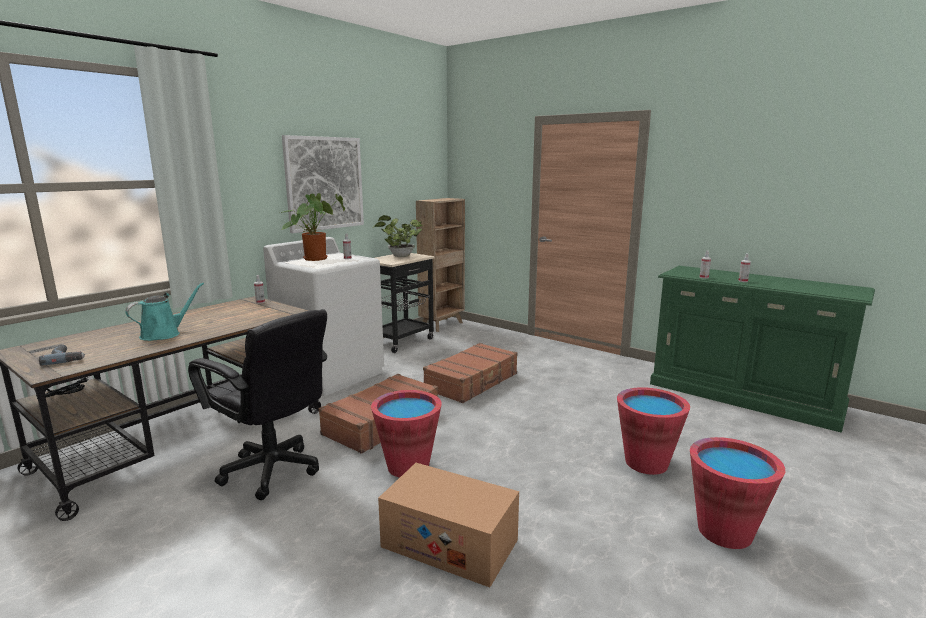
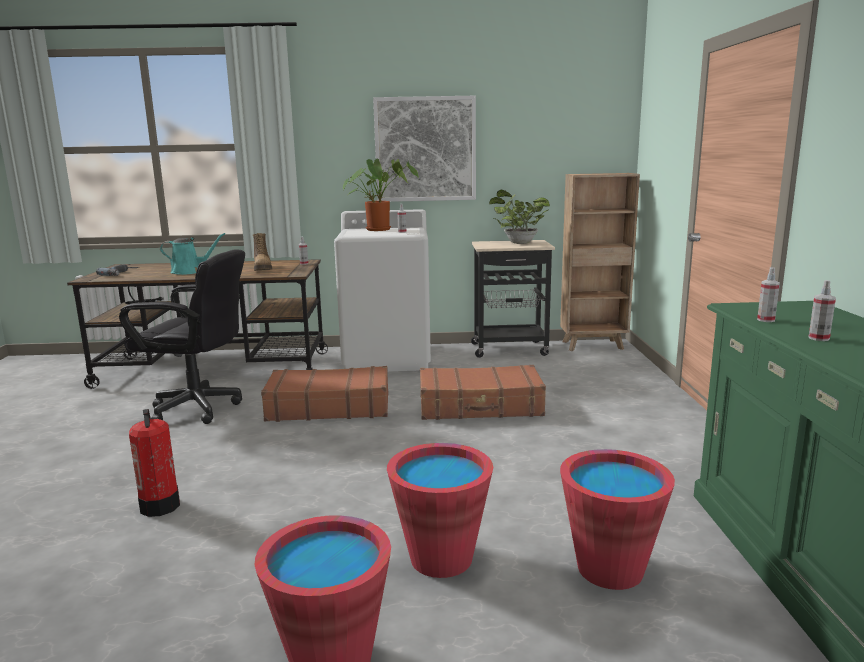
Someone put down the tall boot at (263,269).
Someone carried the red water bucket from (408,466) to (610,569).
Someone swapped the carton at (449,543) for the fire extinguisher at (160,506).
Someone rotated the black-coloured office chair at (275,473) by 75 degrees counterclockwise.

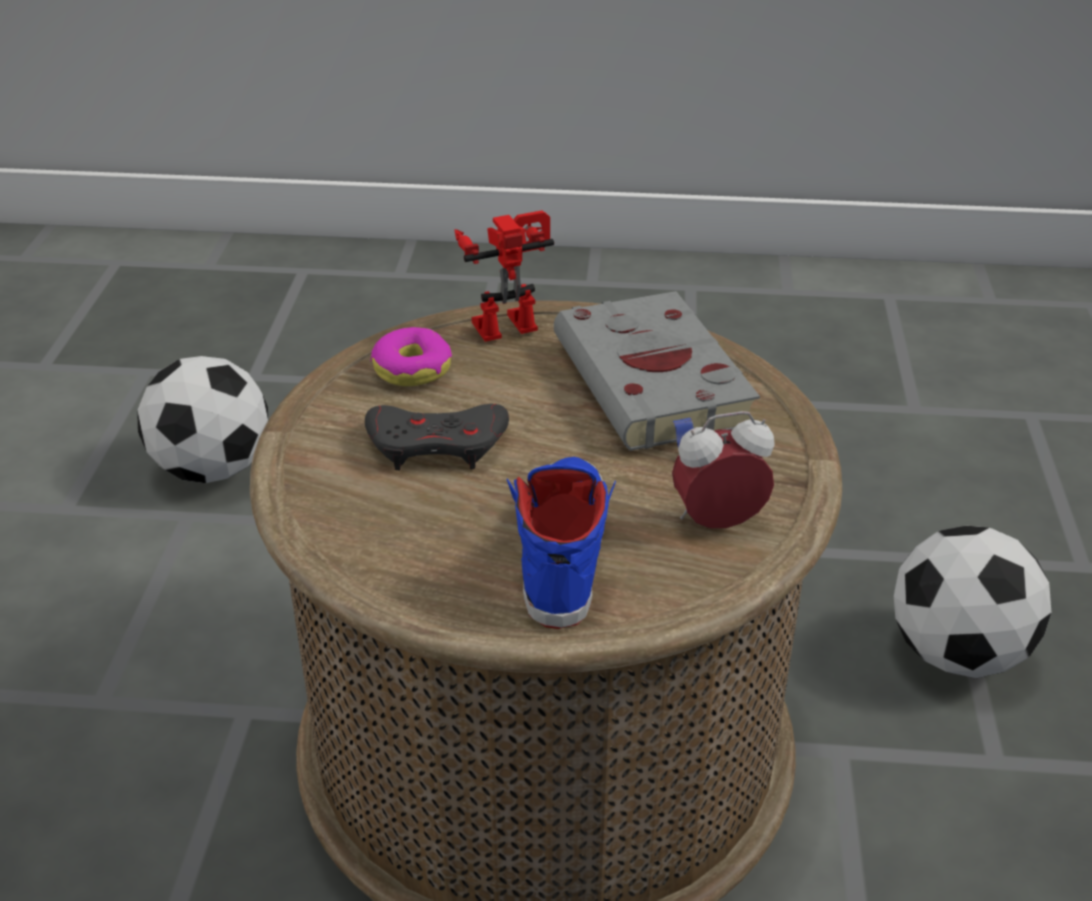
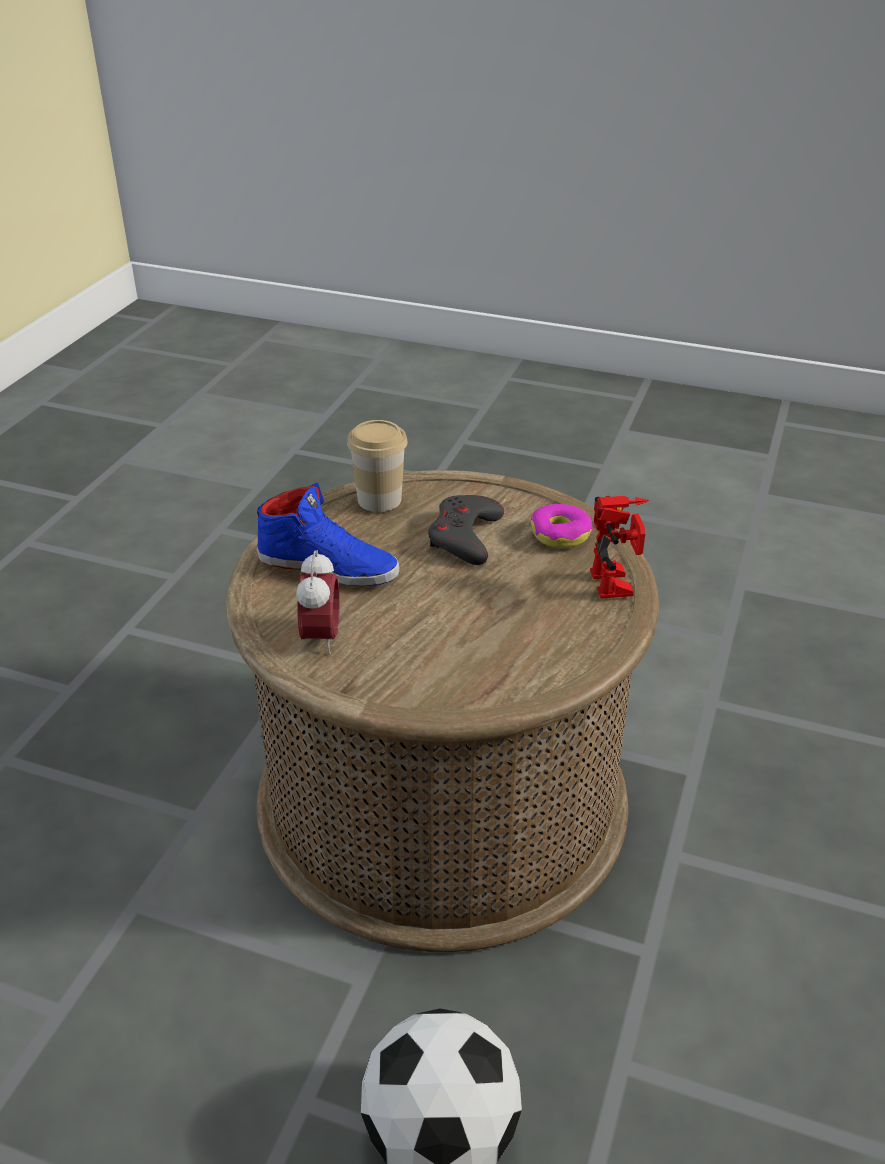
Someone took away the football at (213,469).
Someone took away the gray volume at (655,386).
Someone put down the cup at (379,500).

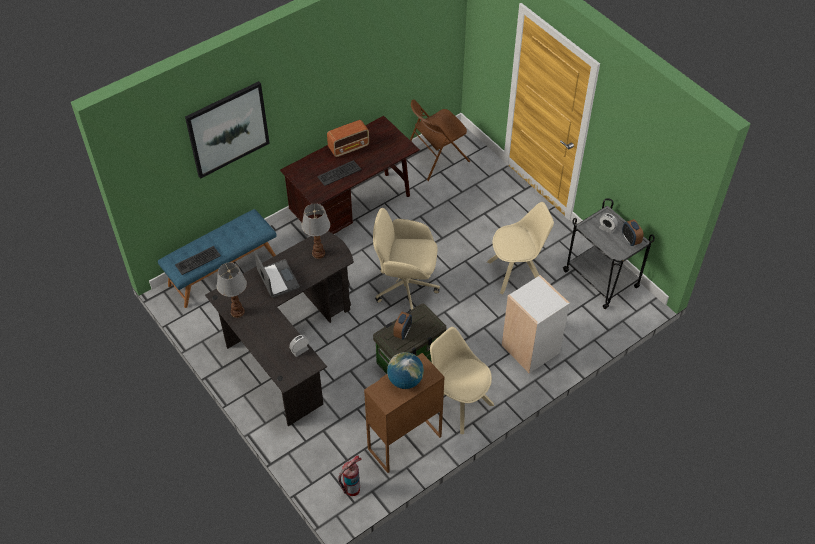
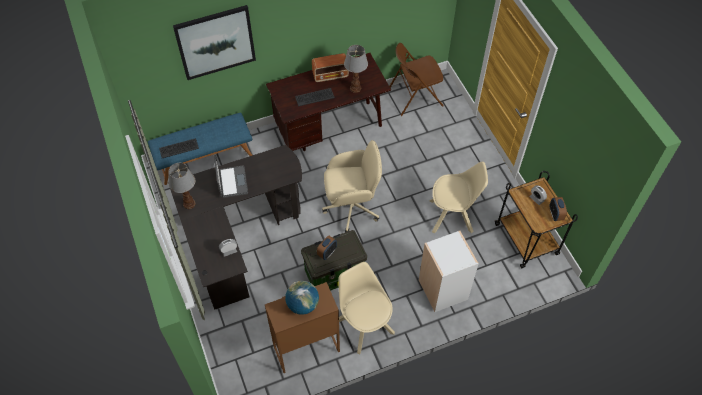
Someone took away the fire extinguisher at (351,489).
Someone carried the table lamp from (319,253) to (356,88).
Someone repainted the gray cart at (601,280), which became the brownish cart at (526,240).
Someone rotated the sand-coloured office chair at (405,288) by 150 degrees clockwise.

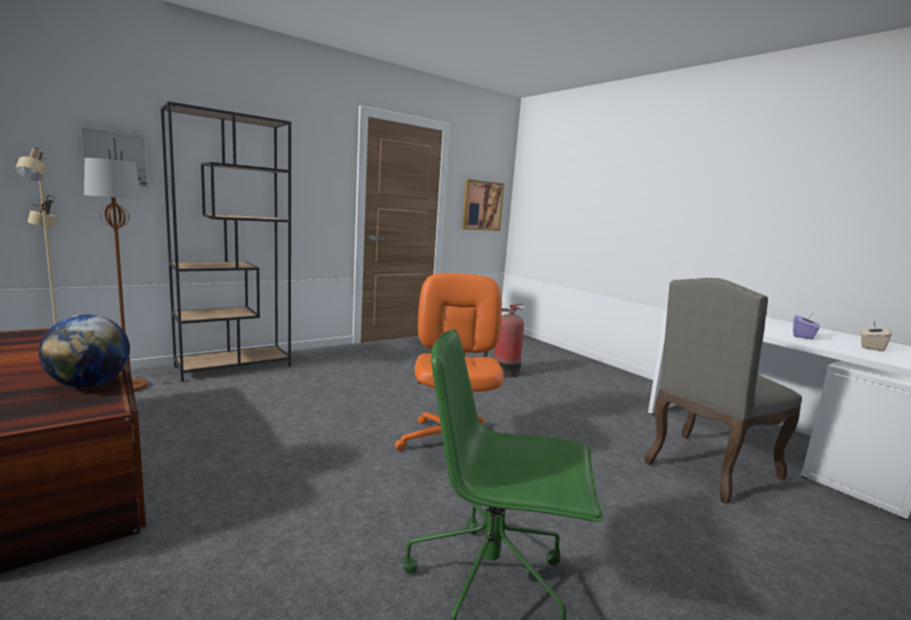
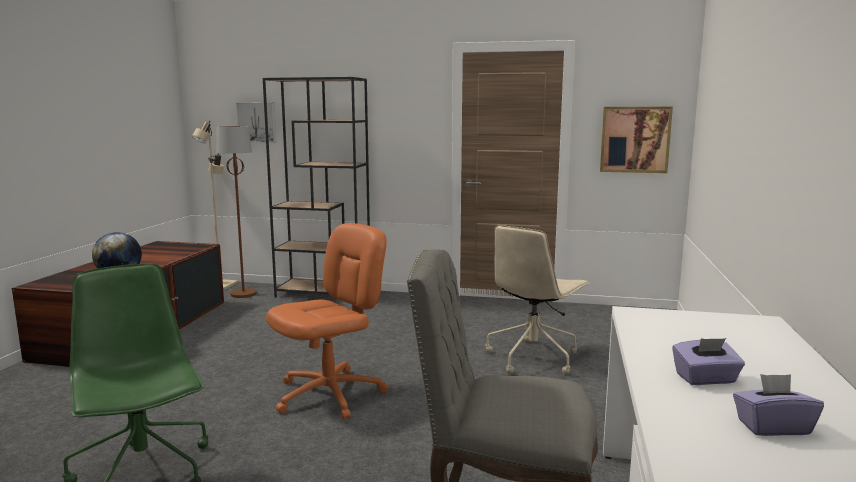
Someone swapped the fire extinguisher at (503,372) for the sand-coloured office chair at (534,357).
Someone repainted the sand-coloured tissue holder at (871,347), which became the purple tissue holder at (773,427).

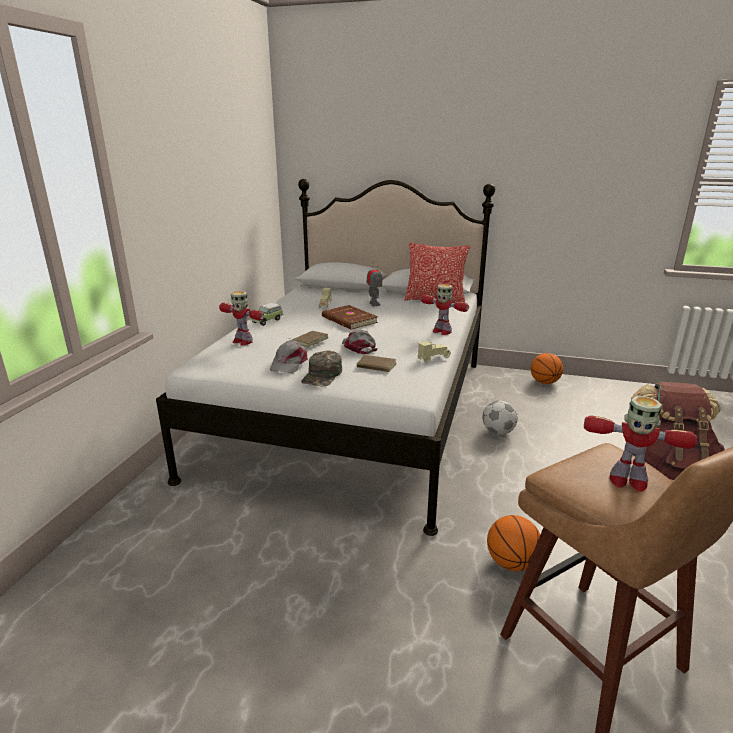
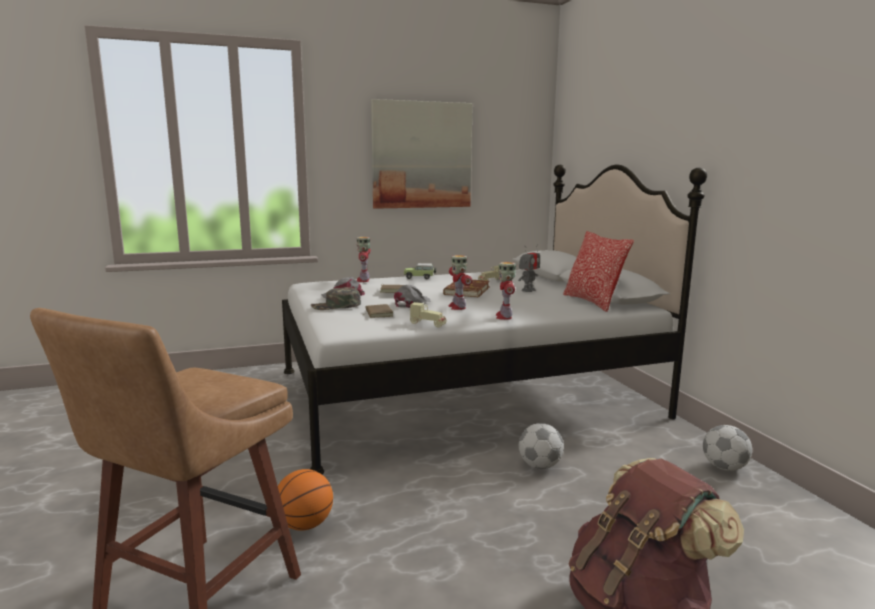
Someone put up the wall art at (422,155).
Someone carried the robot figure from (627,480) to (457,307).
Someone swapped the basketball ball at (544,382) for the football at (724,467).

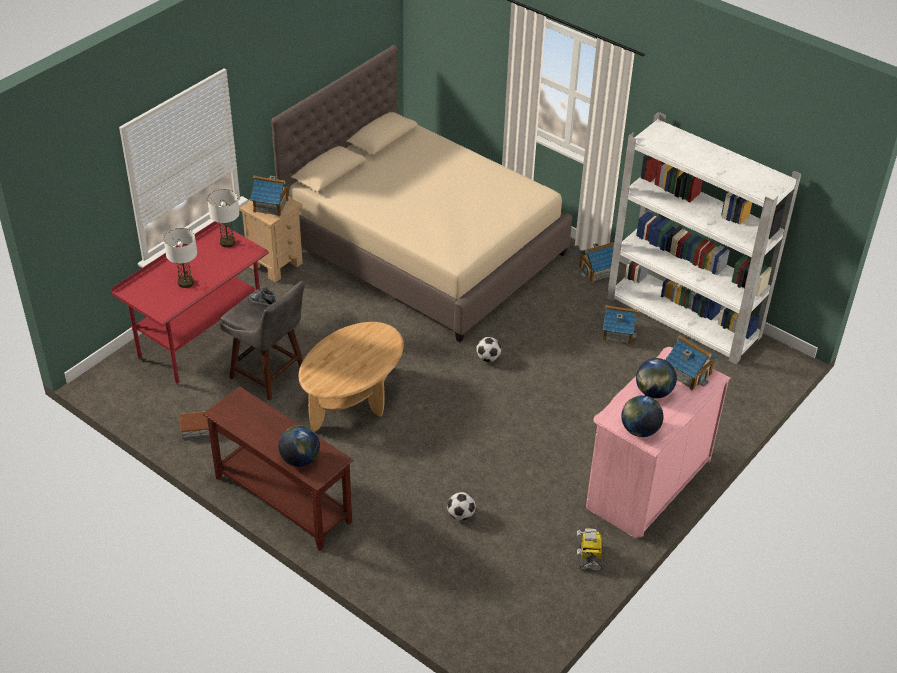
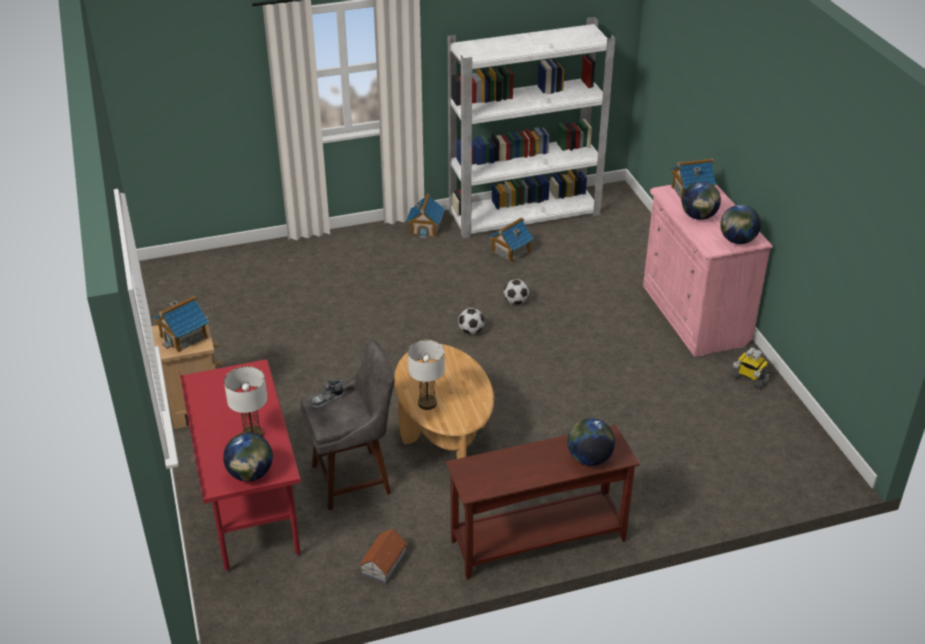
Someone took away the sand-coloured sleeping bed at (423,247).
Someone put down the globe at (250,474).
Someone carried the table lamp from (227,242) to (427,403).
Someone carried the football from (461,515) to (516,302).

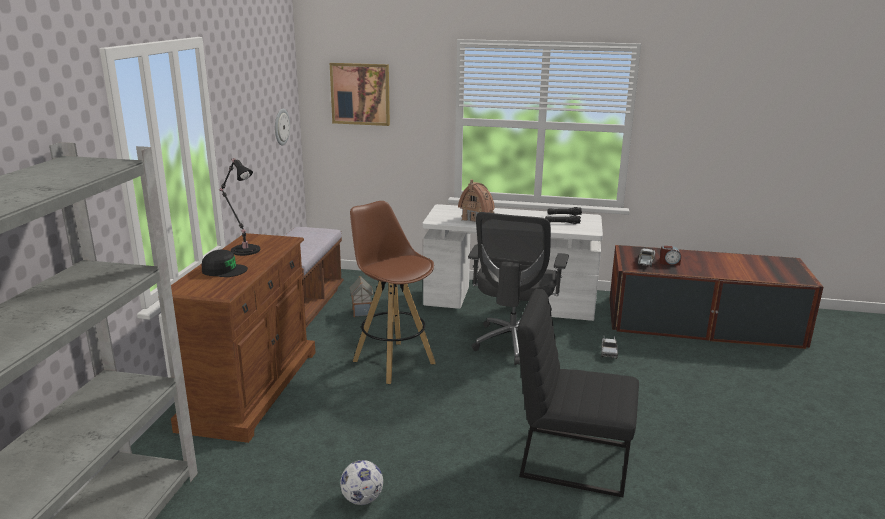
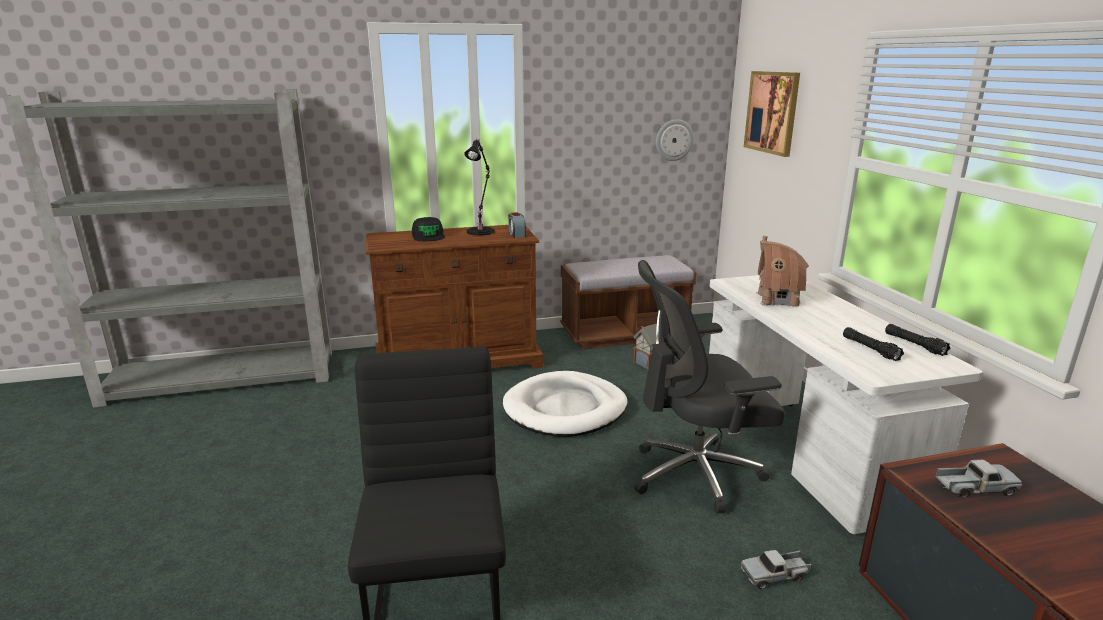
Someone took away the football at (362,499).
Someone carried the table clock from (669,263) to (516,234).
Someone swapped the brownish stool at (393,361) for the white-coloured dog cushion at (565,409).

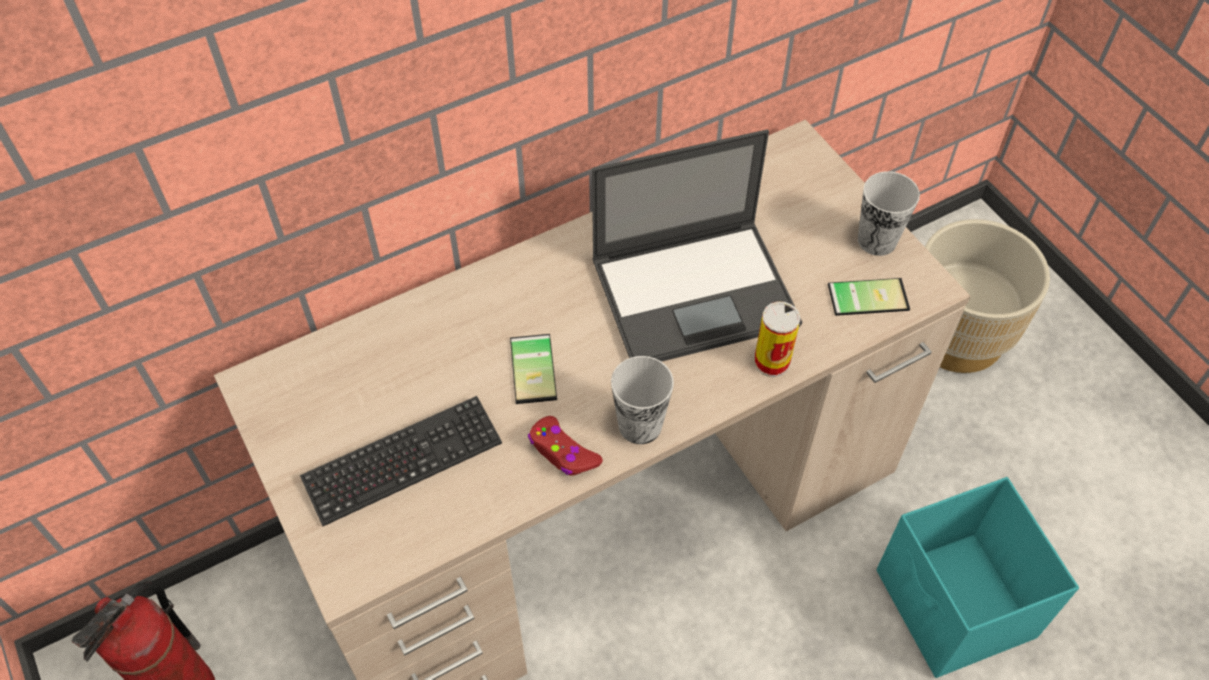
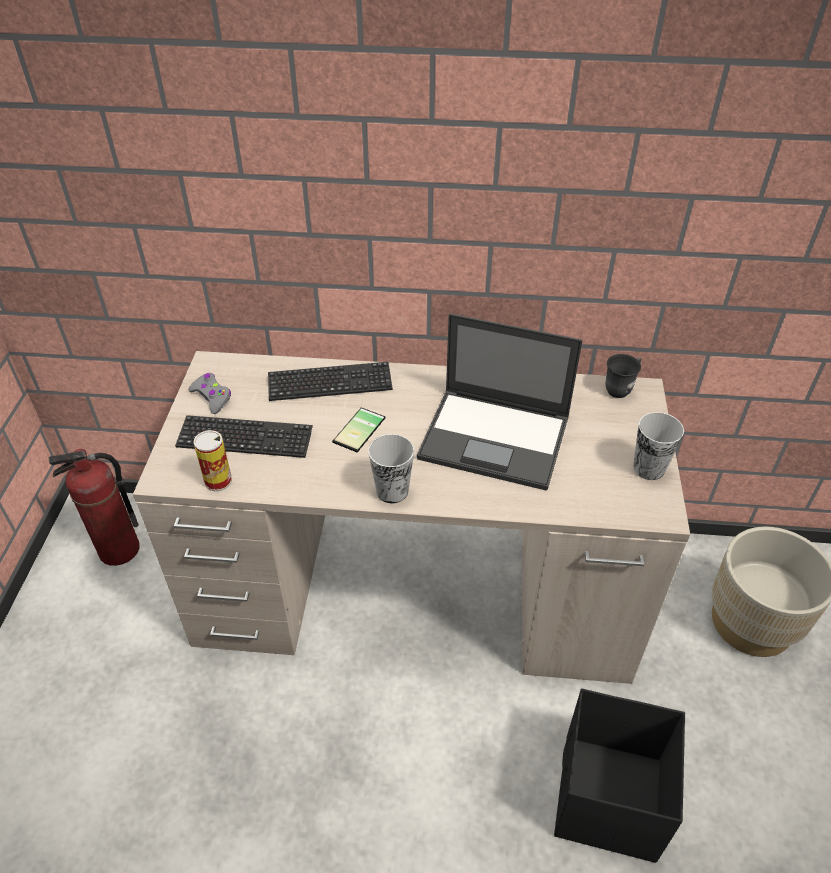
Someone took away the red gamepad at (562,452).
Someone took away the phone at (867,294).
Someone put down the gray gamepad at (212,397).
Someone put down the computer keyboard at (330,383).
Someone put down the gray mug at (621,388).
Someone carried the sealed can from (771,362) to (218,481).
Someone repainted the blue-green storage bin at (954,606), which became the black-coloured storage bin at (607,799).

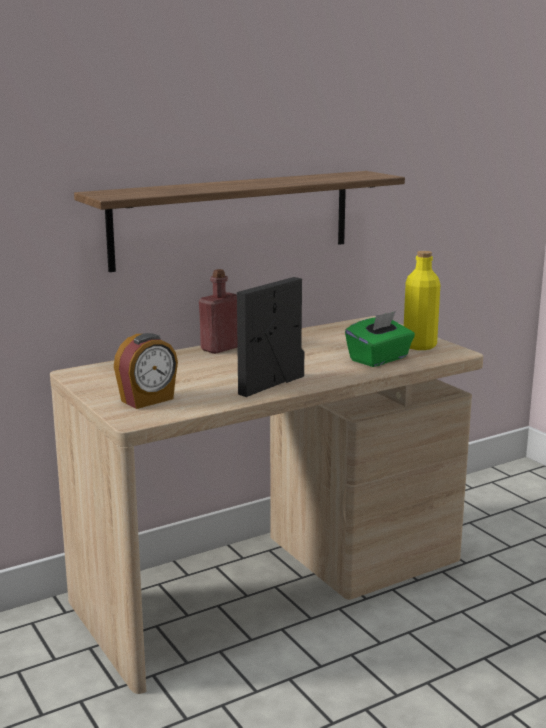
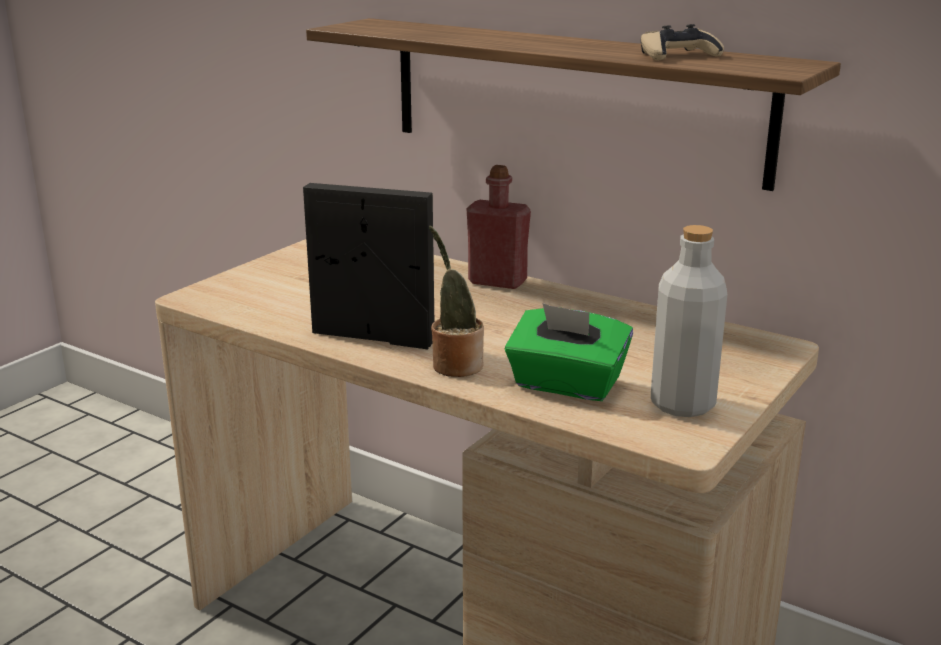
Someone took away the table clock at (148,400).
Someone put down the potted plant at (454,365).
Someone put down the sand-coloured gamepad at (678,55).
Someone repainted the yellowish drink bottle at (419,346), which became the gray drink bottle at (682,404).

